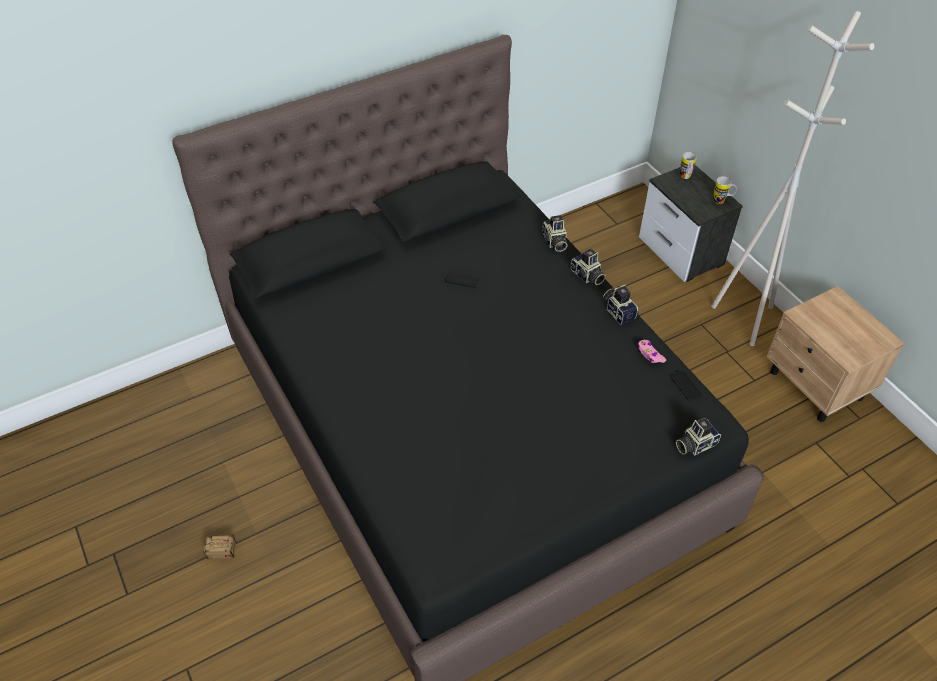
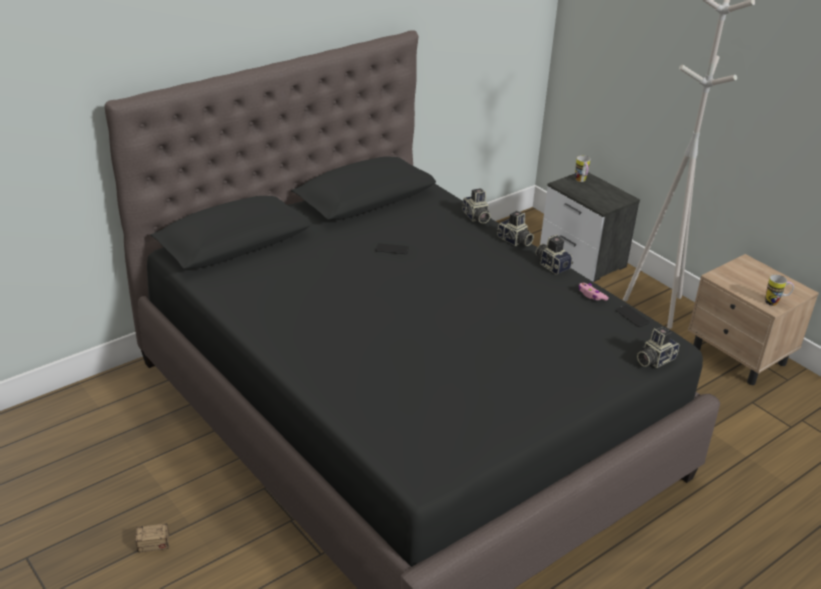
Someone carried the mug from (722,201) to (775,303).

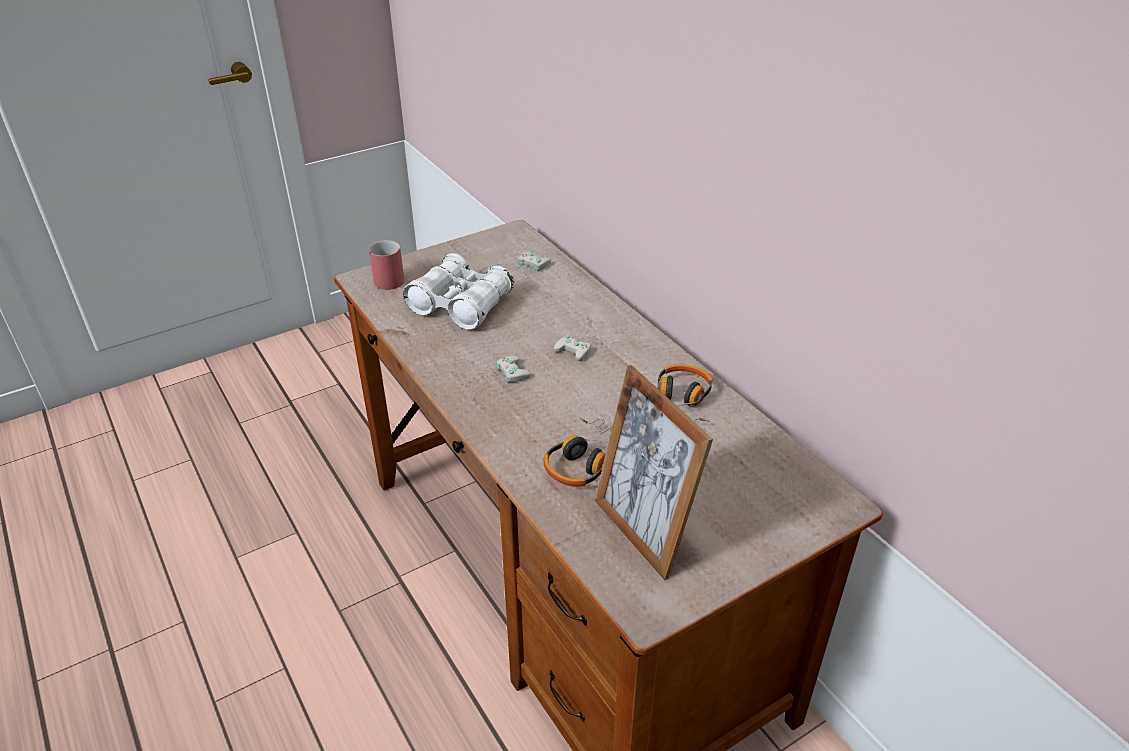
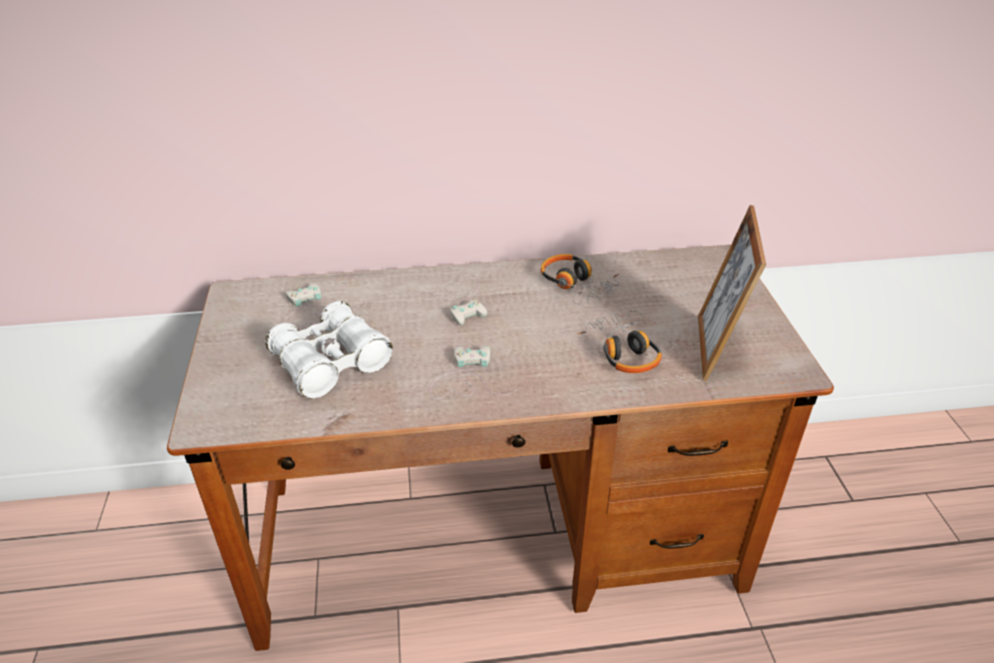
Someone took away the red mug at (386,278).
Someone rotated the standing frame at (643,531) by 105 degrees clockwise.

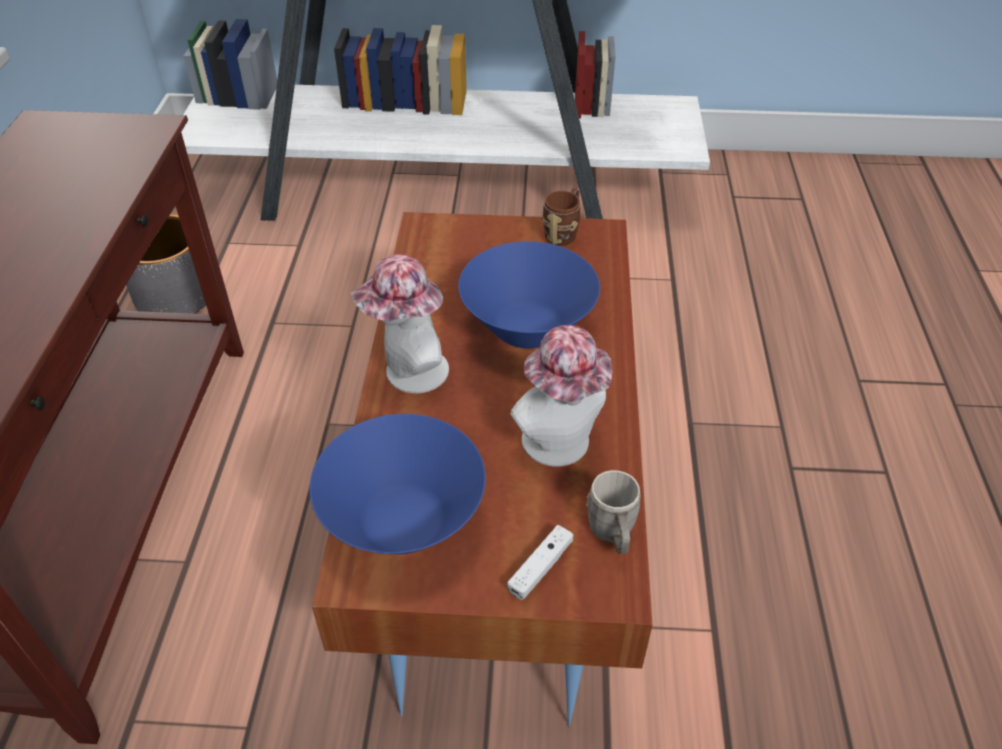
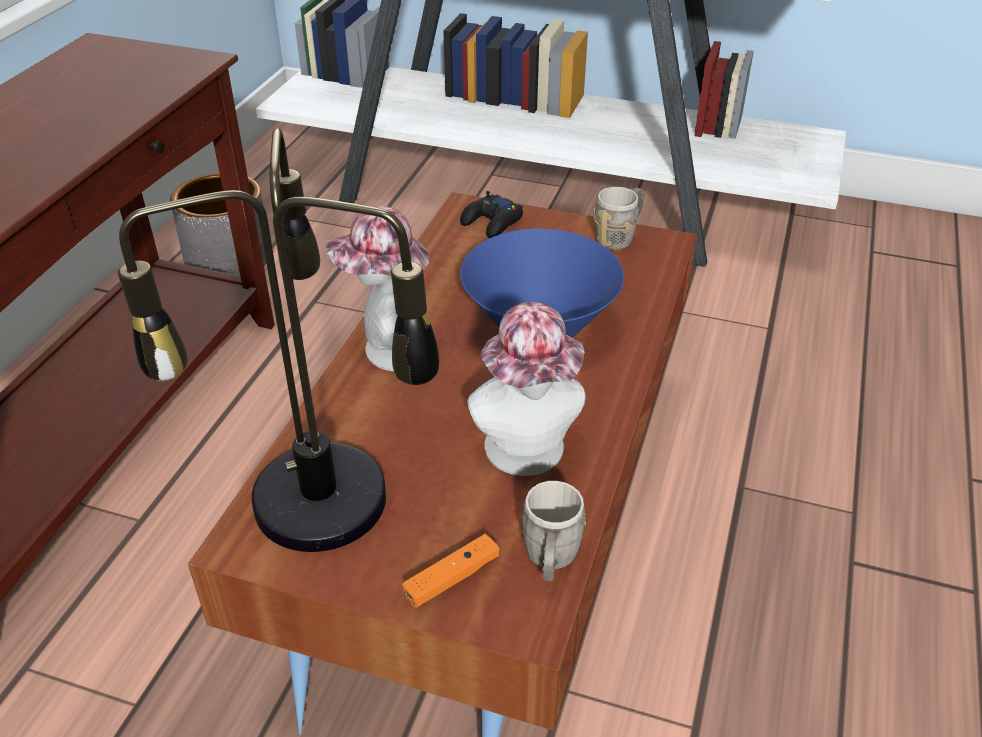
Someone put down the black-coloured gamepad at (492,222).
Someone swapped the bluish bowl at (404,521) for the table lamp at (321,498).
Someone repainted the white-coloured gamepad at (540,567), which became the orange-coloured gamepad at (452,578).
Someone repainted the brownish mug at (563,232), which became the gray mug at (619,236).

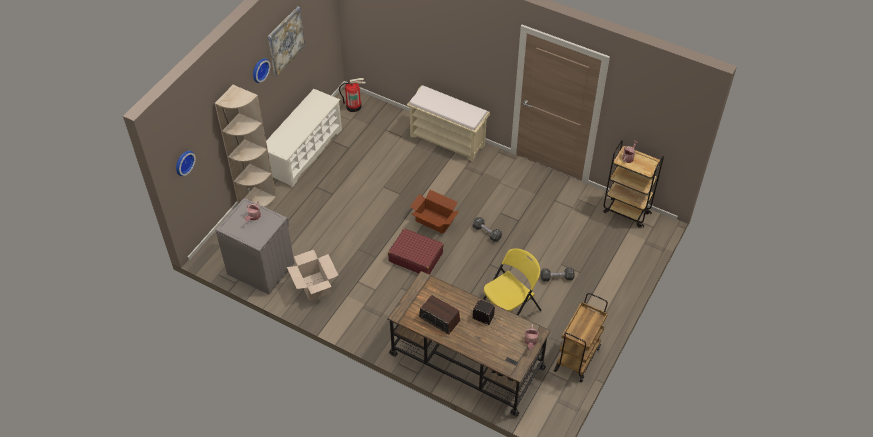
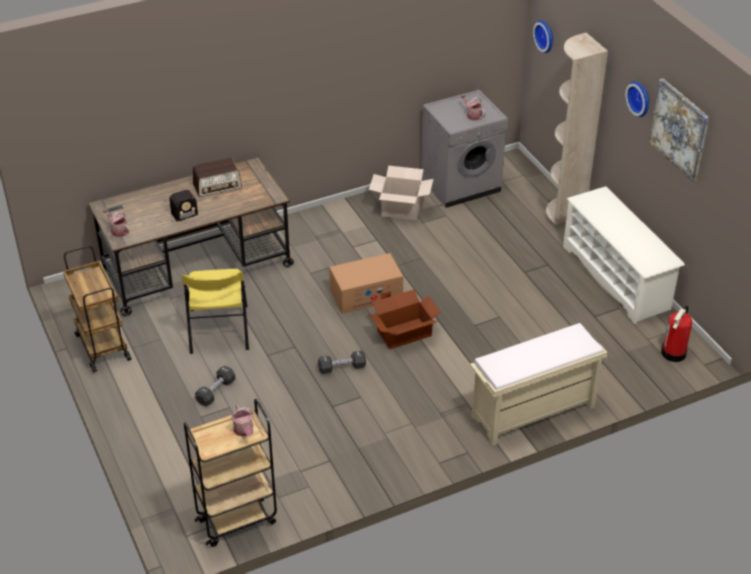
Someone swapped the red suitcase at (415,257) for the carton at (366,294).

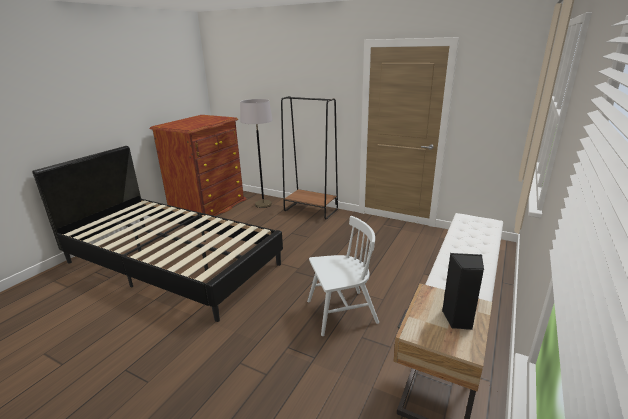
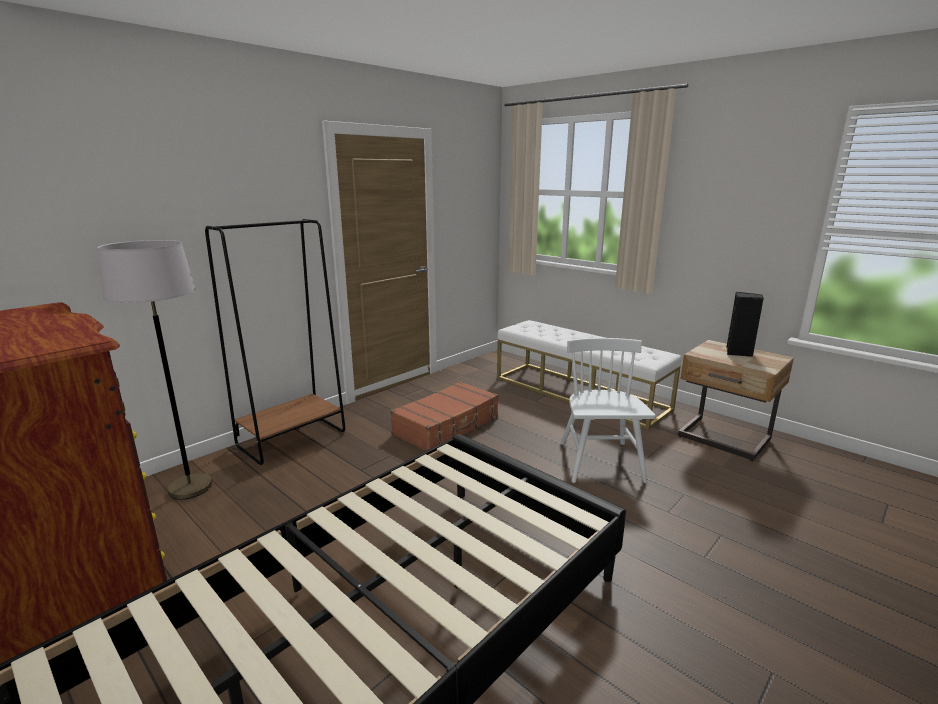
Someone put down the brownish suitcase at (447,426).

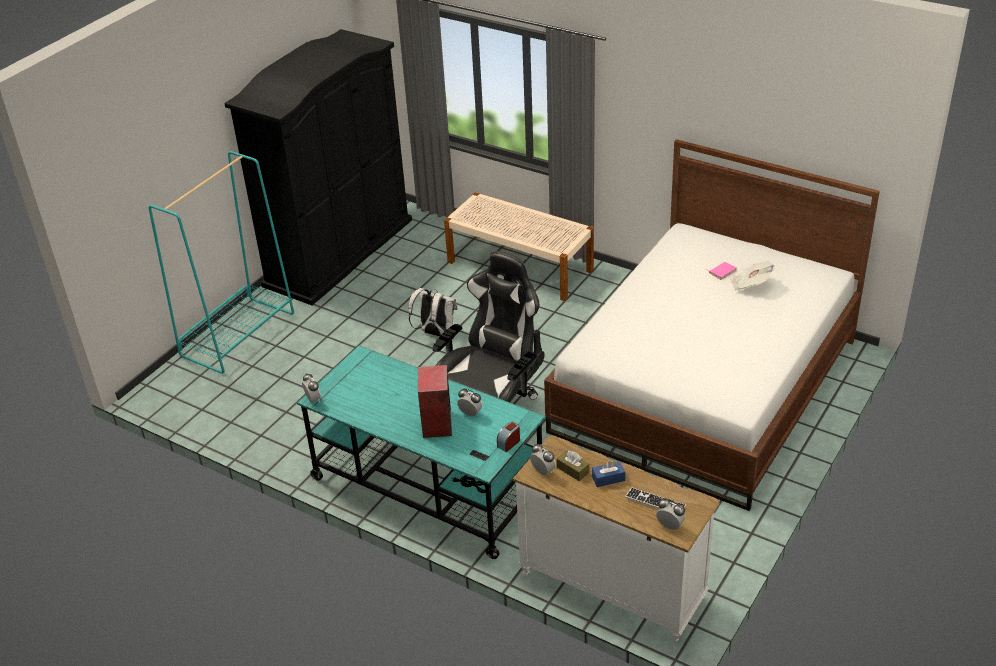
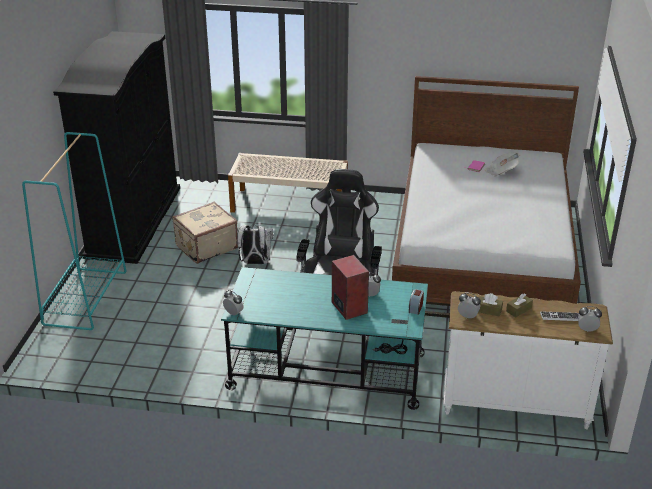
Someone put down the sand-coloured suitcase at (206,247).
Someone repainted the bluish tissue holder at (608,478), which became the brownish tissue holder at (518,310).

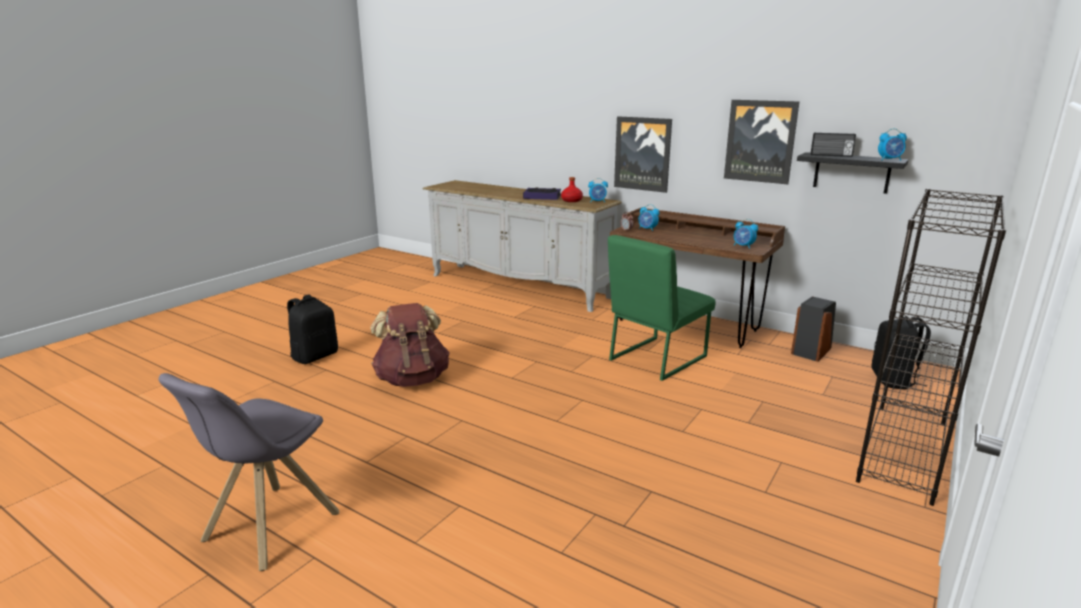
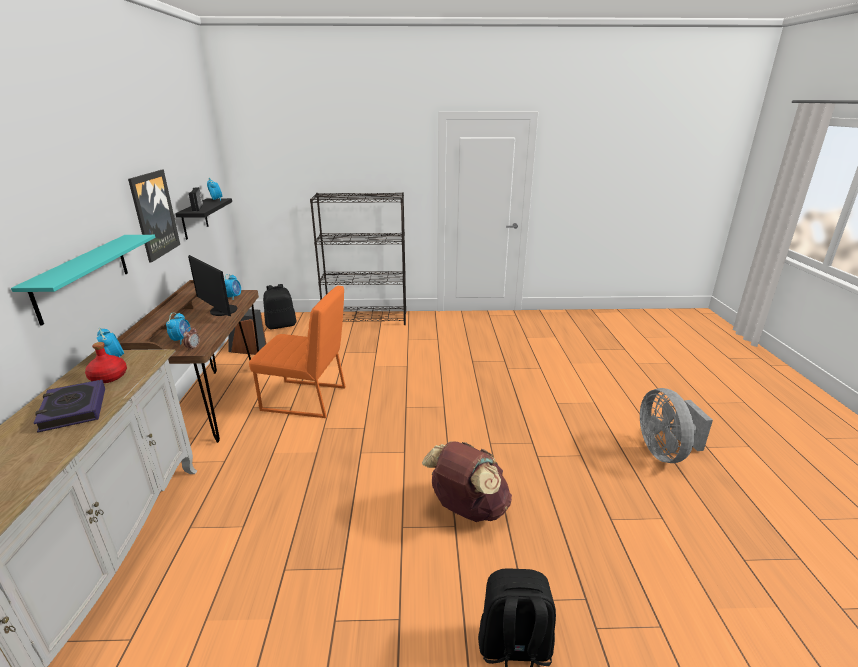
Someone put down the computer display at (220,311).
Someone swapped the gray chair at (270,526) for the gray electric fan at (665,452).
Someone swapped the wall art at (642,154) for the blue-green shelf at (83,276).
Someone repainted the greenish chair at (655,358), which became the orange-coloured chair at (306,399).

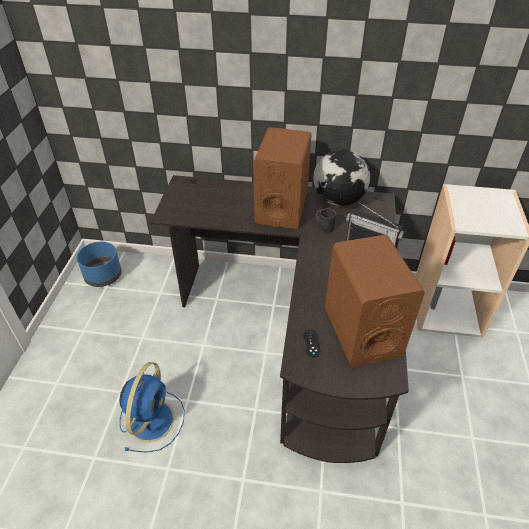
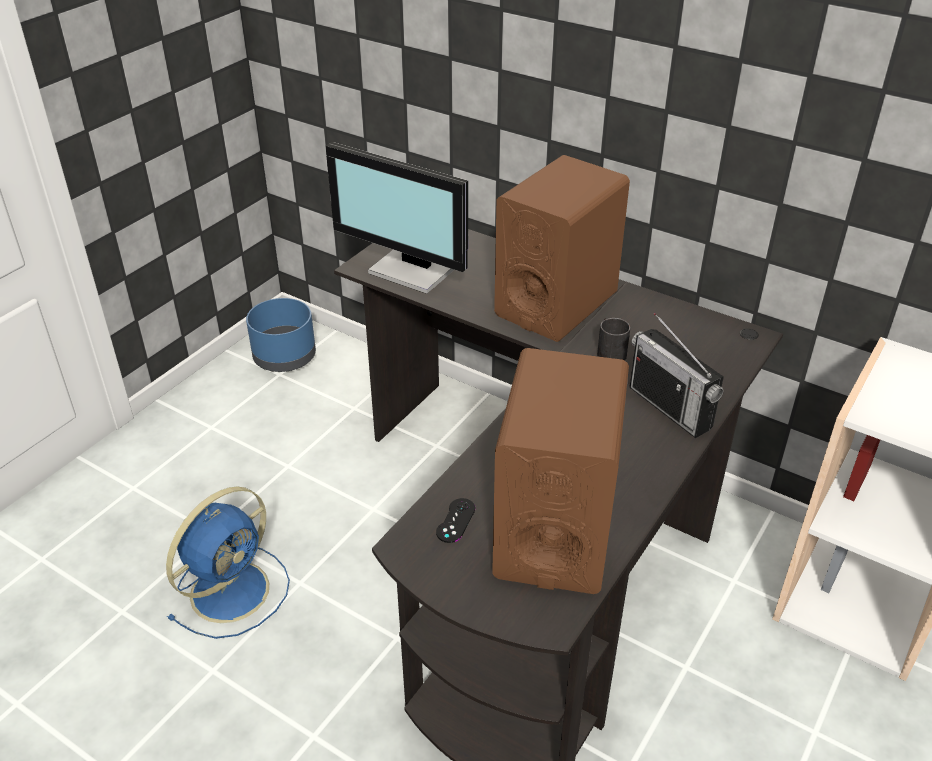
Someone took away the globe at (338,200).
Someone put down the computer display at (415,269).

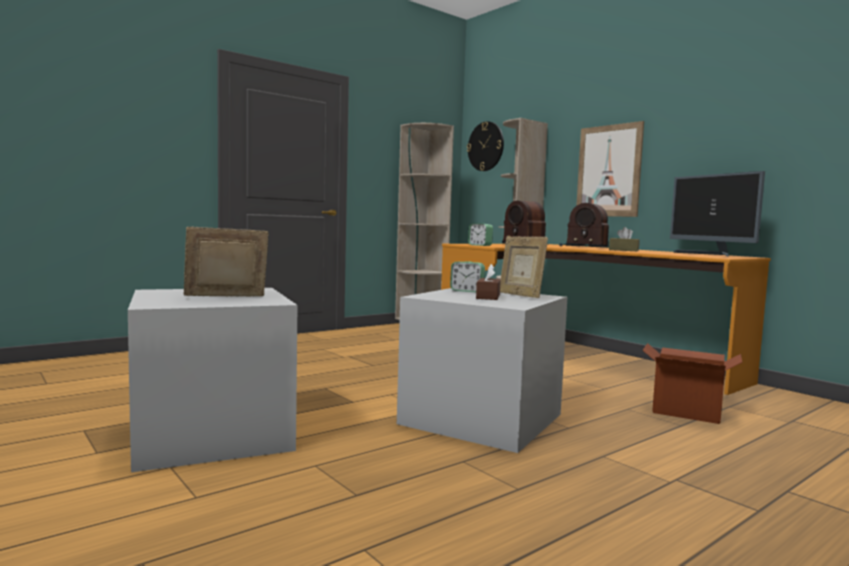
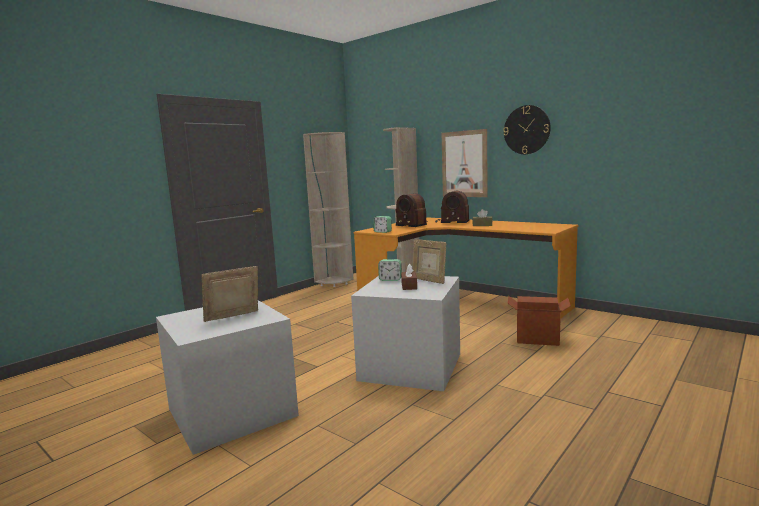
Someone took away the computer display at (712,255).
Someone carried the clock on the wall from (485,146) to (526,130).

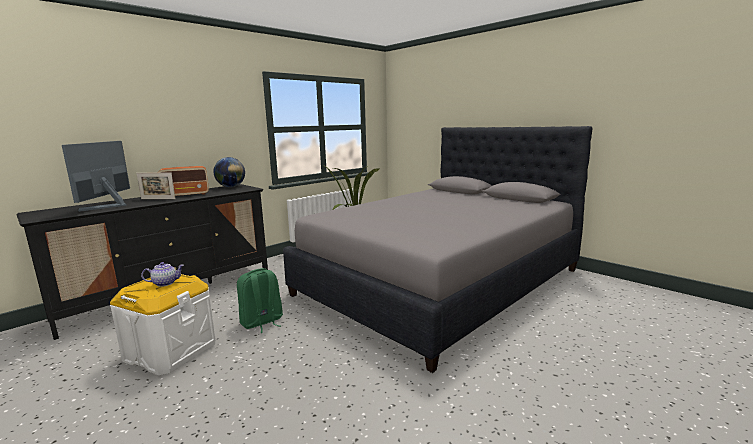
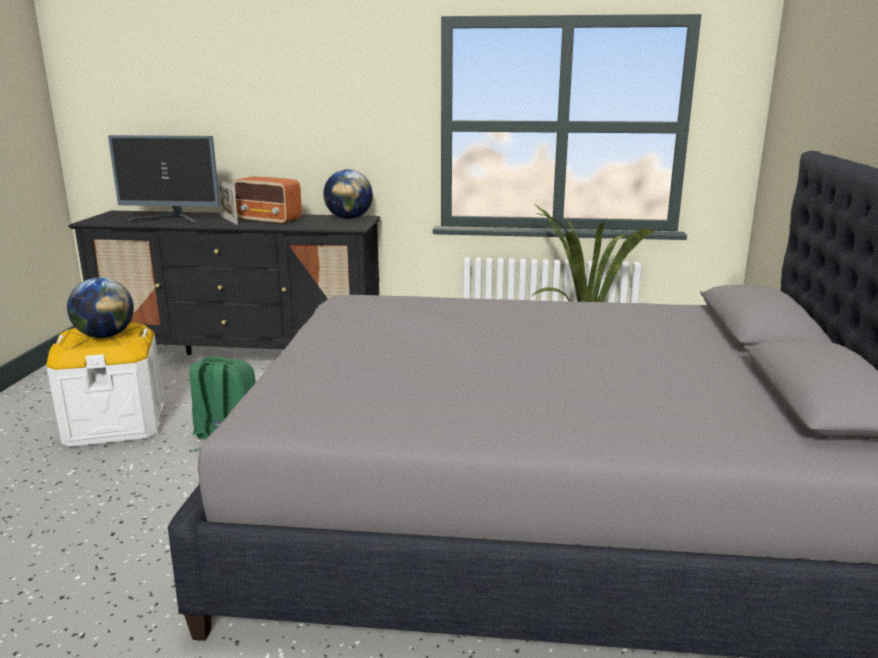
Someone swapped the tea pot at (165,283) for the globe at (105,336).
Someone rotated the computer display at (110,205) by 135 degrees counterclockwise.

